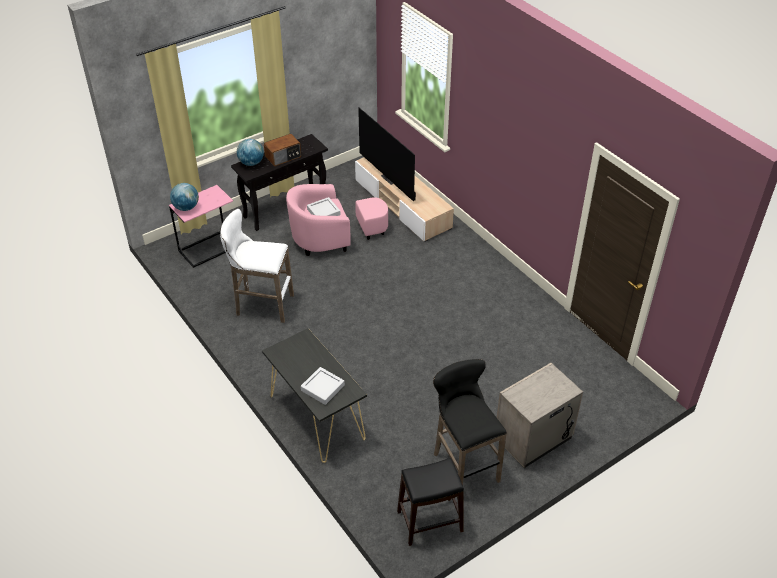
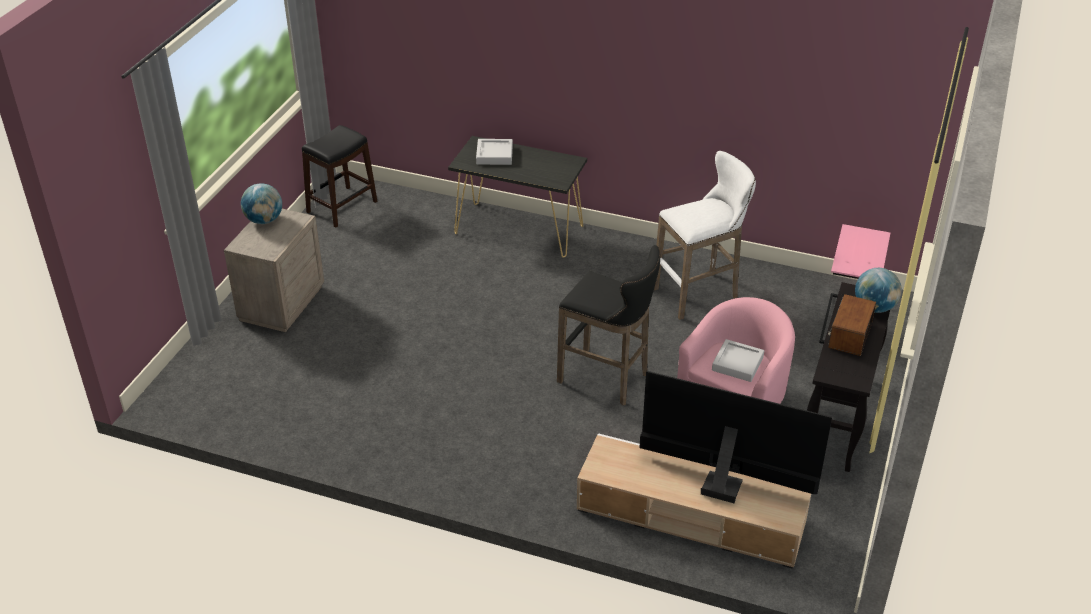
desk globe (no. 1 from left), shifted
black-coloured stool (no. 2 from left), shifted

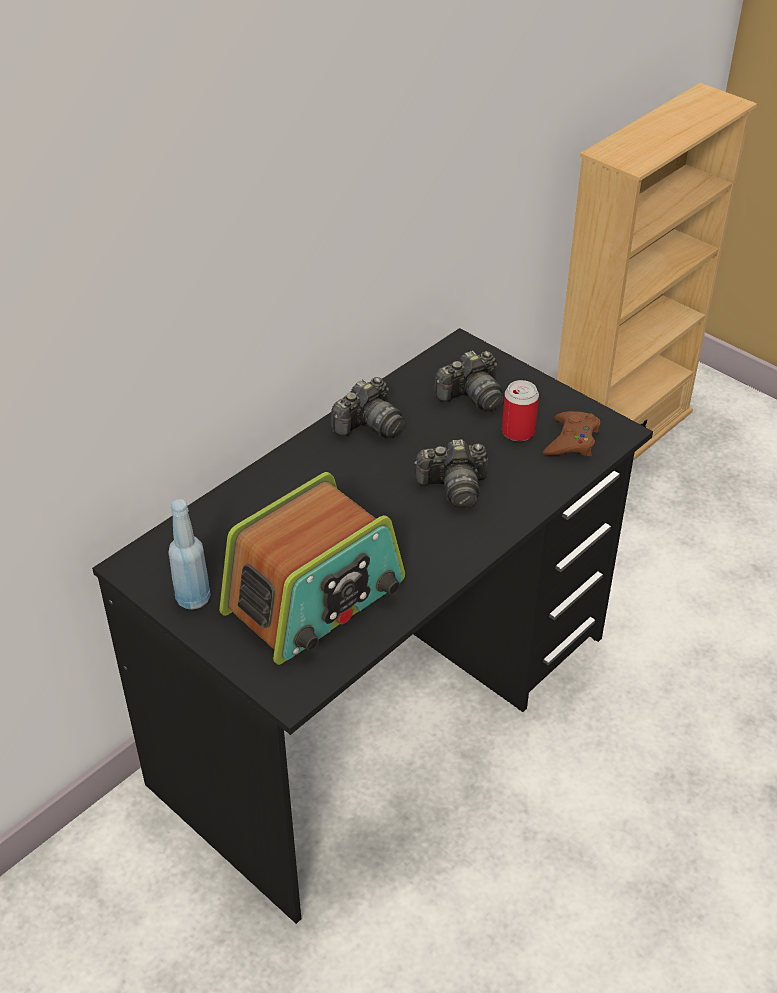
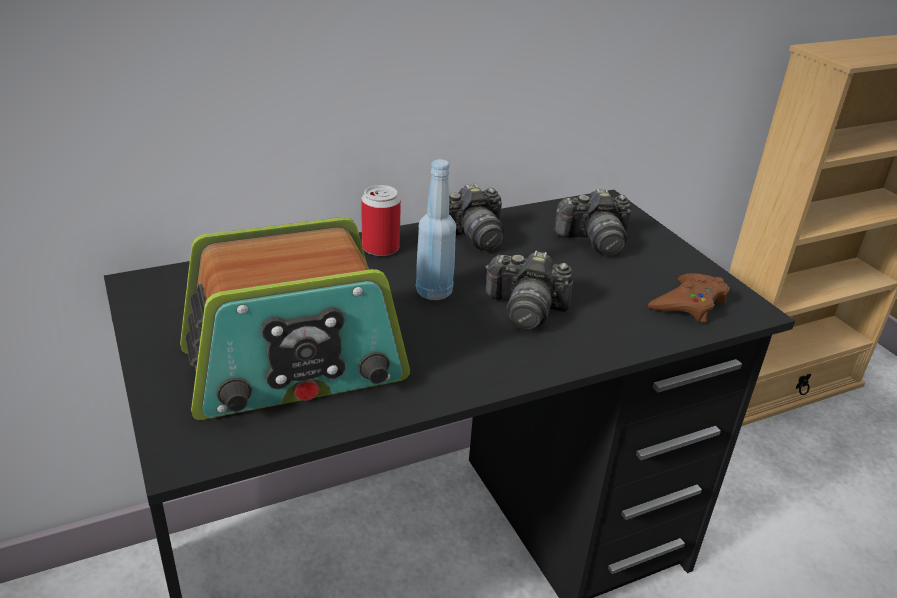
blue-coloured drink bottle, shifted
sealed can, shifted

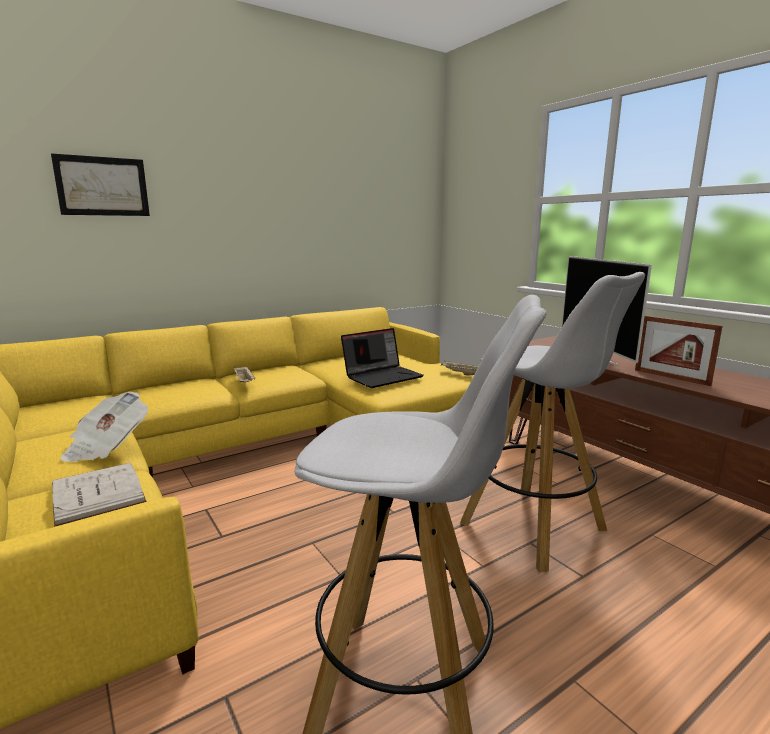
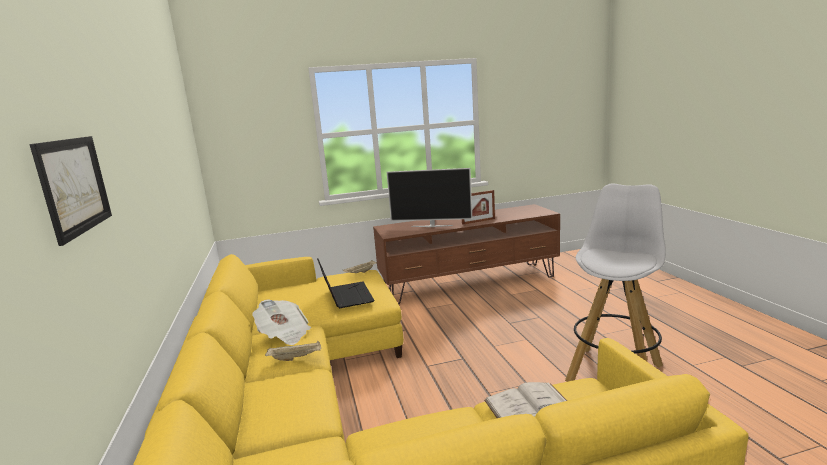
newspaper, shifted
white stool (no. 2 from left) → -

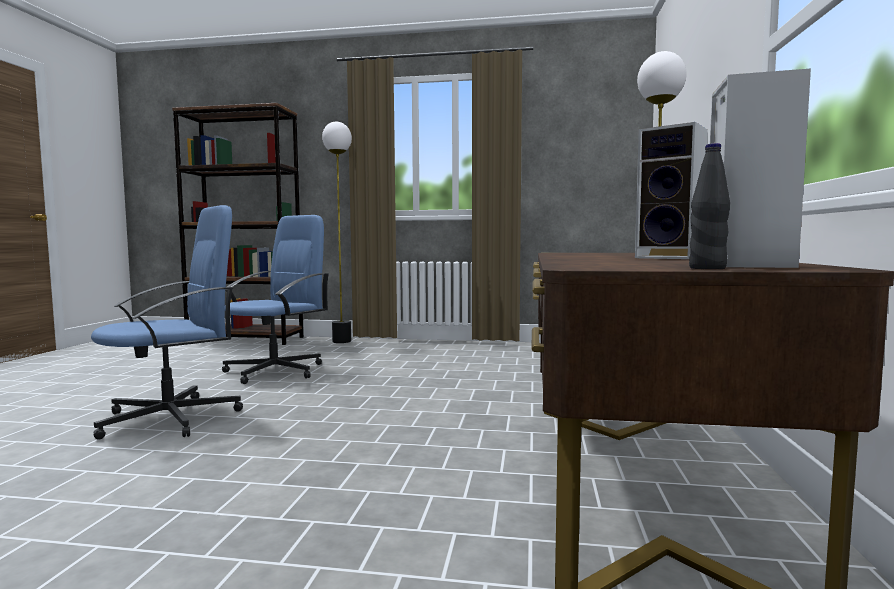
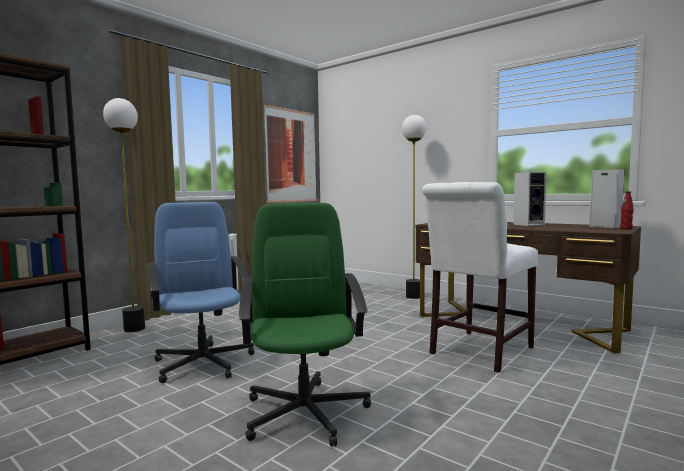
blue-coloured computer chair (no. 1 from left) → green-coloured computer chair
black-coloured drink bottle → red-coloured drink bottle
- → wall picture
- → white chair

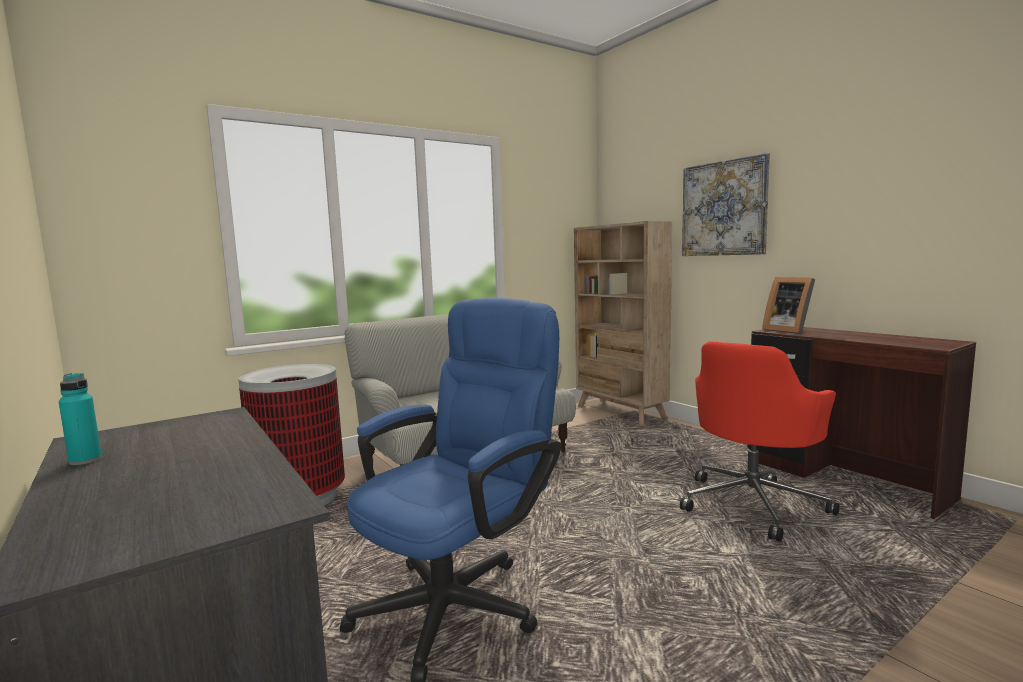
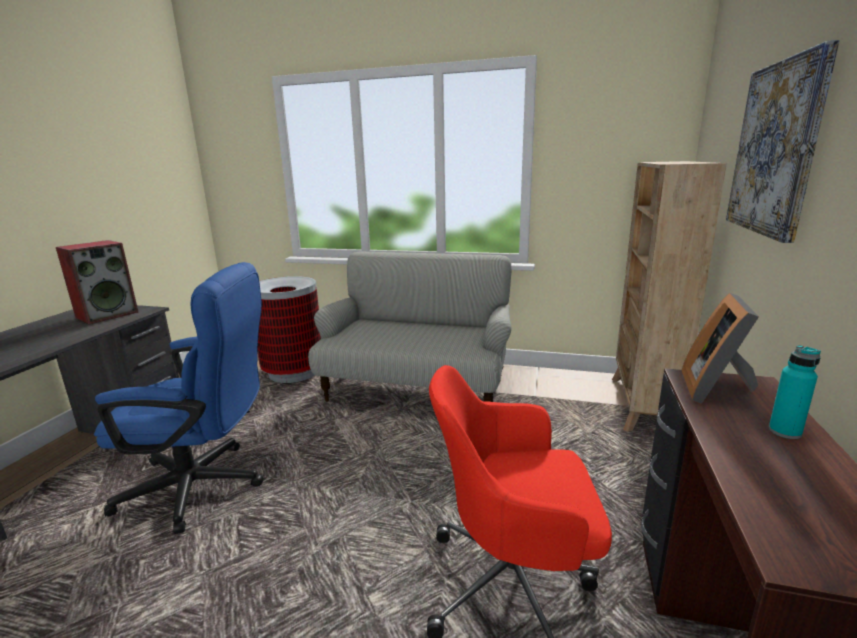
turquoise drink bottle, shifted
- → loudspeaker

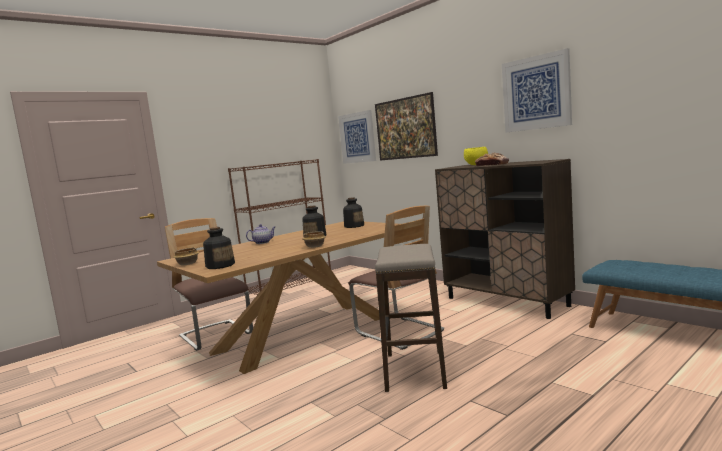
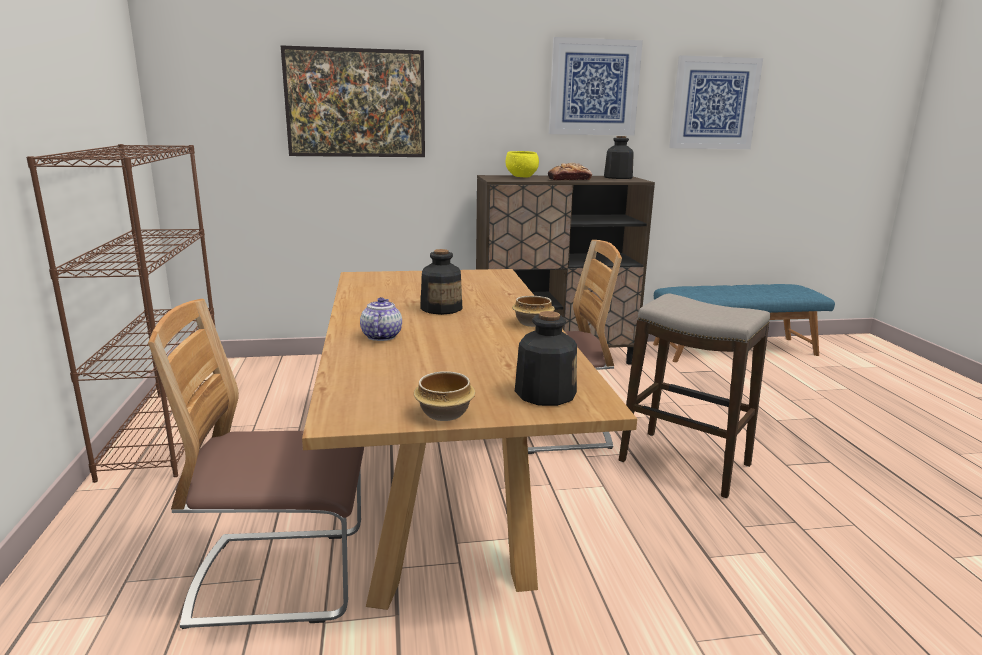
wall picture (no. 1 from left in the first image) → wall picture (no. 3 from left), shifted
drink bottle (no. 3 from left), shifted

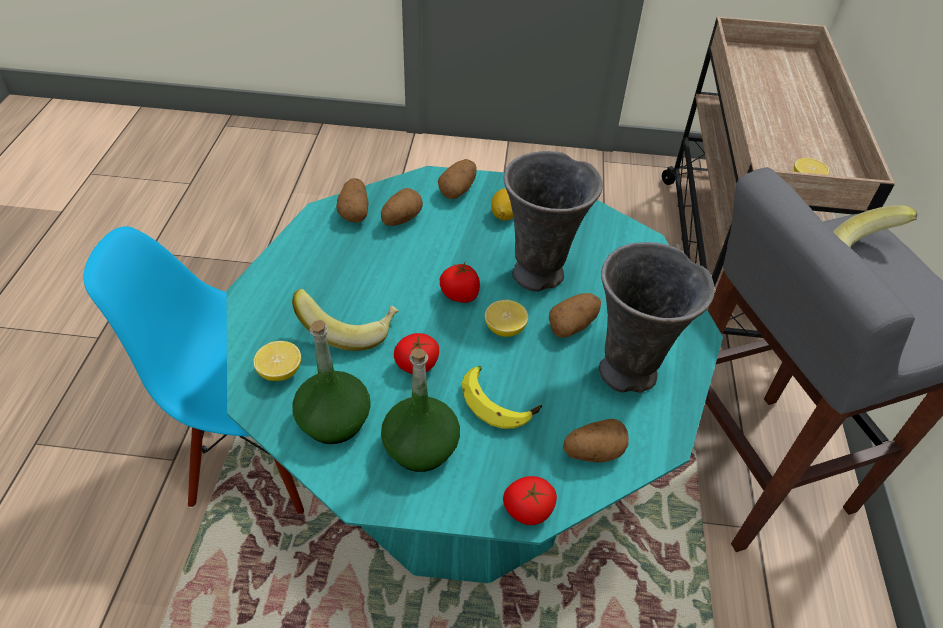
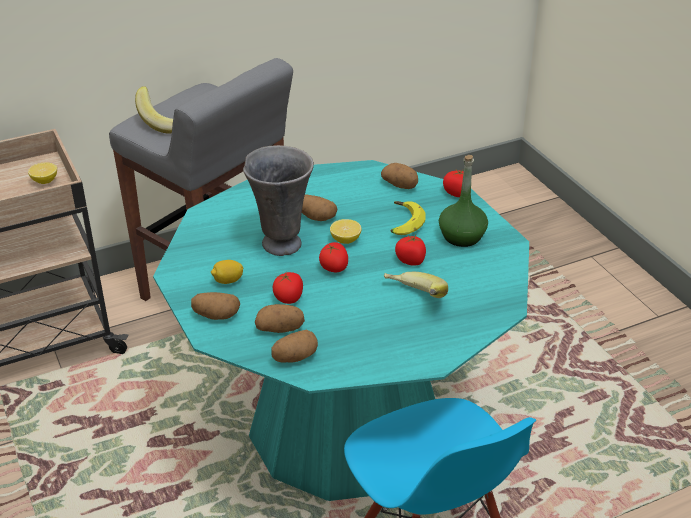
citrus fruit (no. 1 from left) → -
green-coloured drink bottle (no. 1 from left) → -
gray flower vase (no. 2 from left) → -
- → tomato (no. 1 from left)

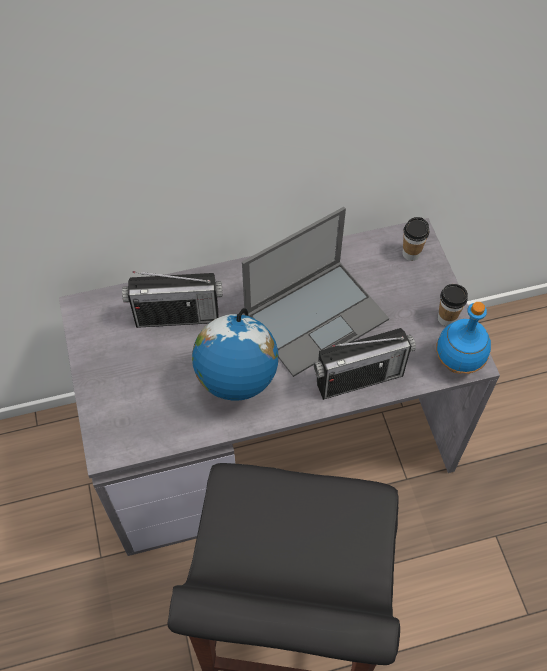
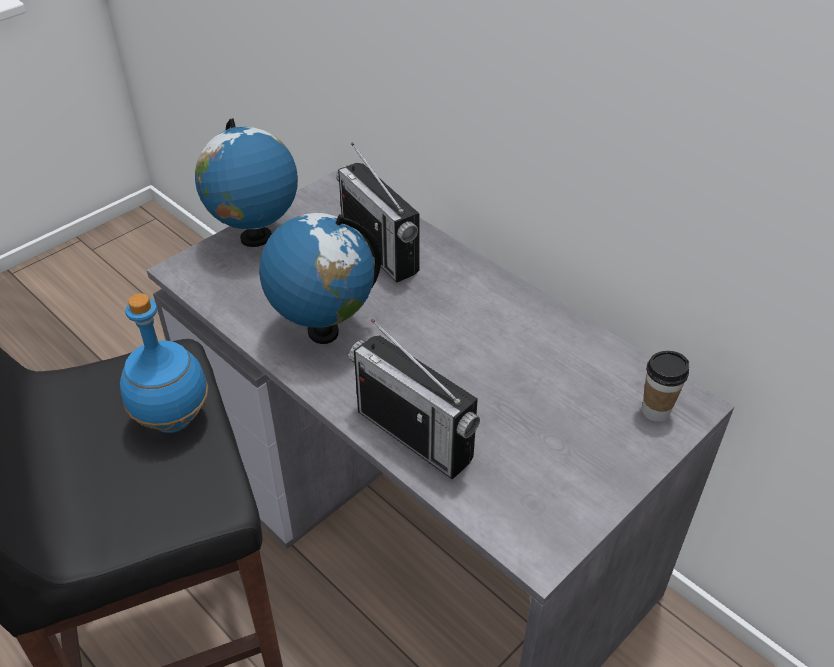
laptop → -
blue-coloured drink bottle, shifted
small cup (no. 2 from left) → -
- → desk globe (no. 1 from left)

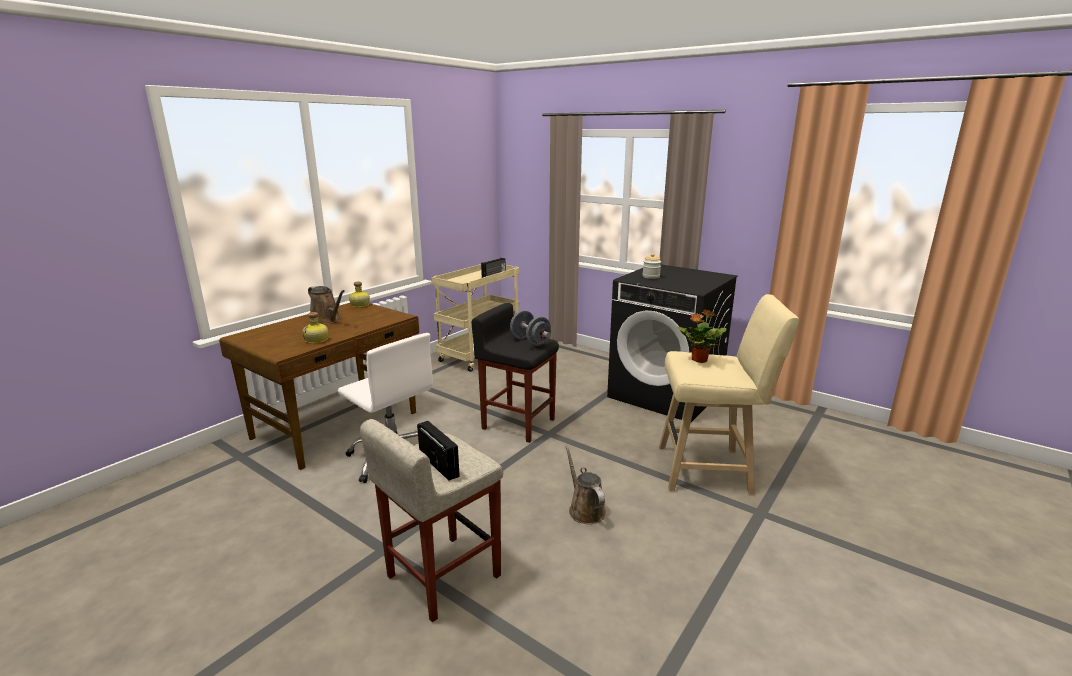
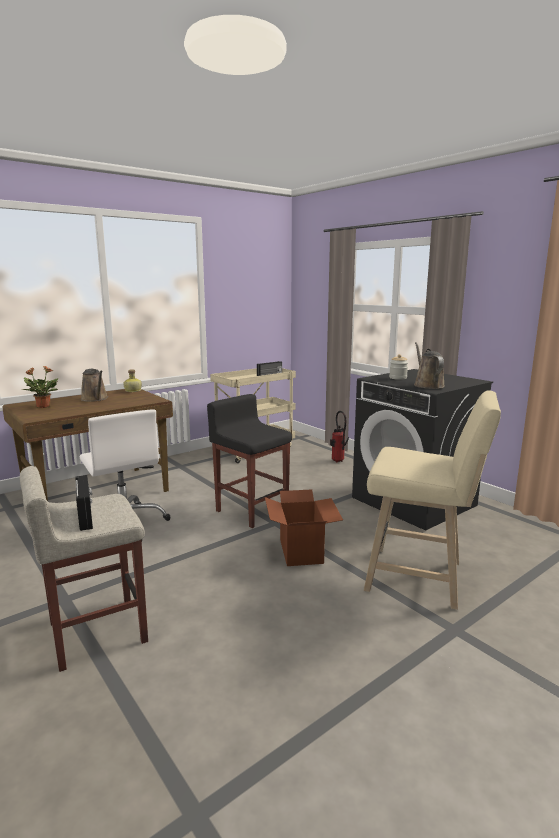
drink bottle (no. 1 from left) → -
gray dumbbell → -
brownish watering can (no. 2 from left), shifted
potted plant, shifted
- → carton
- → fire extinguisher

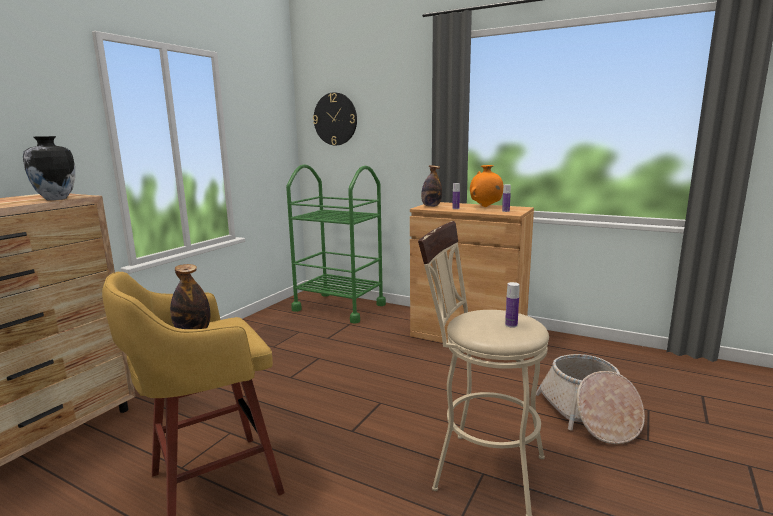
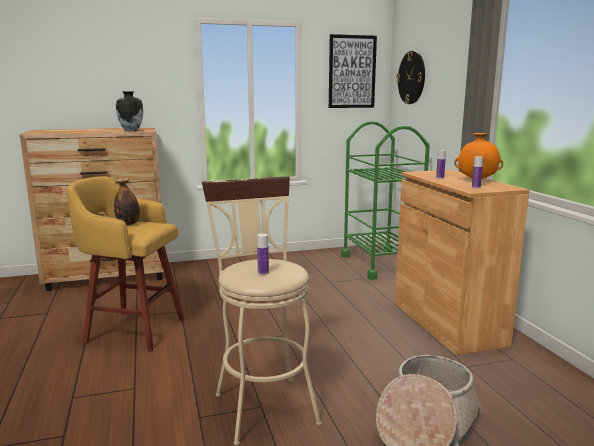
drink bottle (no. 2 from left) → -
- → wall picture

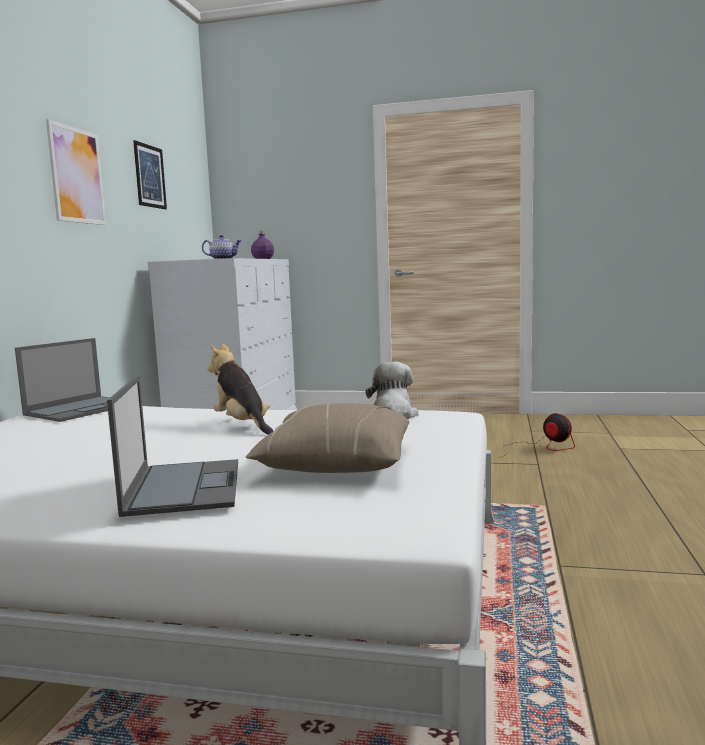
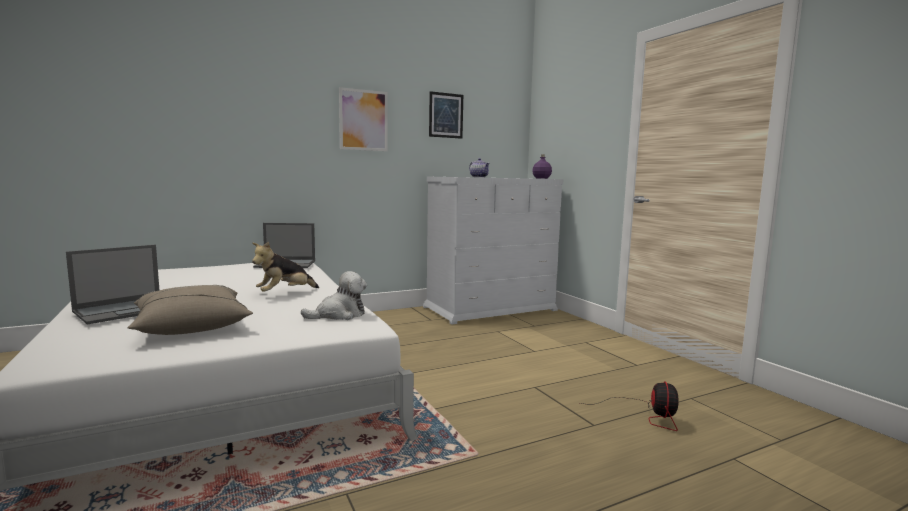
cuddly toy (no. 1 from left), 150 degrees counterclockwise

